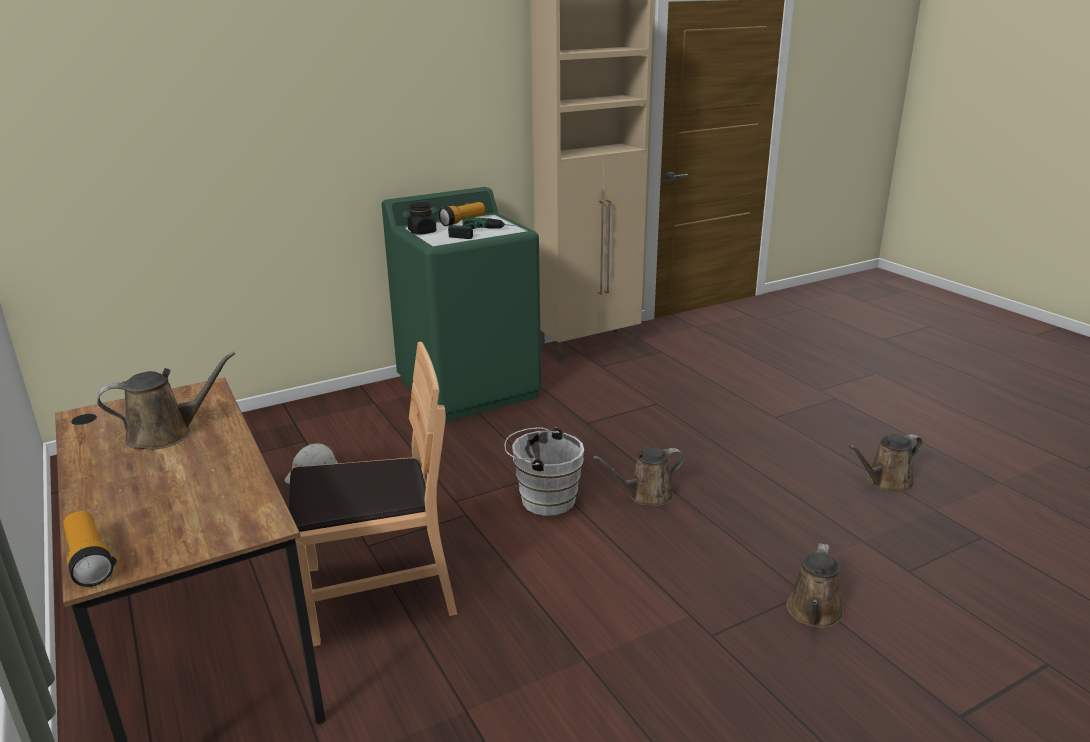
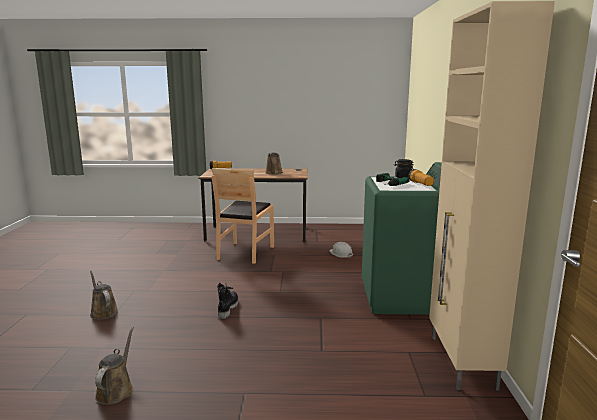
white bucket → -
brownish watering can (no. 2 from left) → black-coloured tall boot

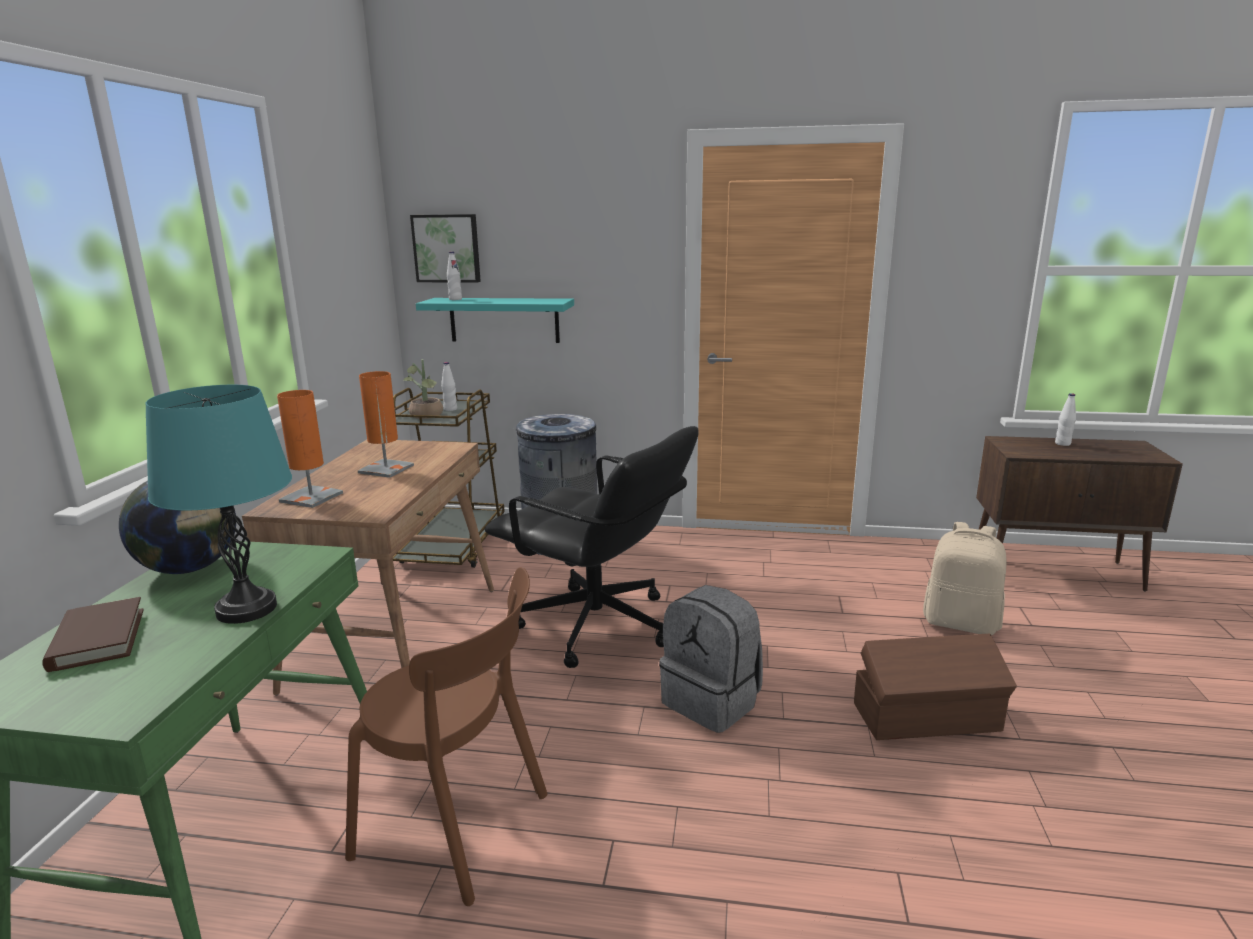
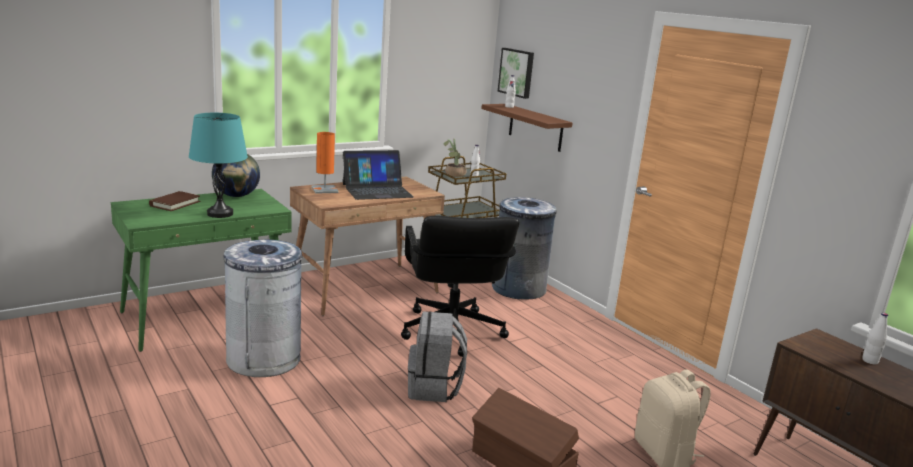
brownish chair → gray rubbish bin (no. 1 from left)
orangey lamp for a table (no. 2 from left) → laptop
turquoise shelf → brownish shelf

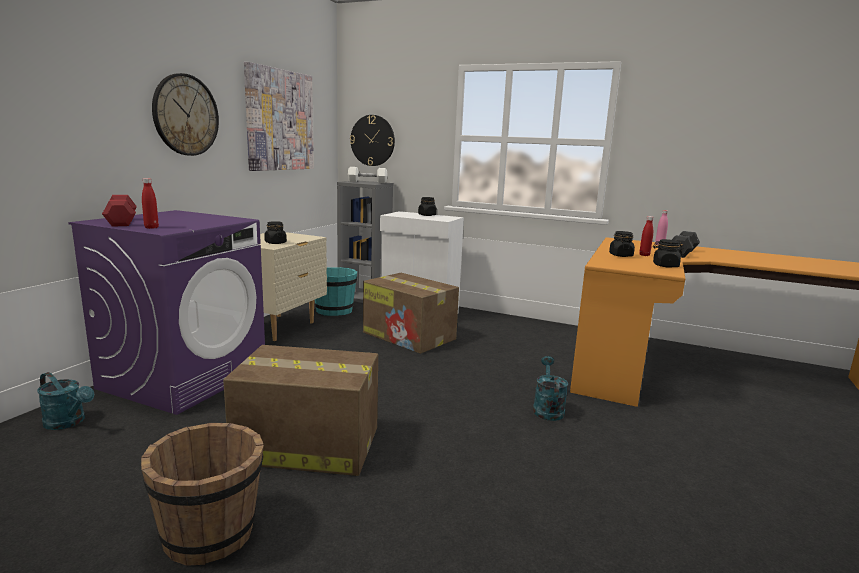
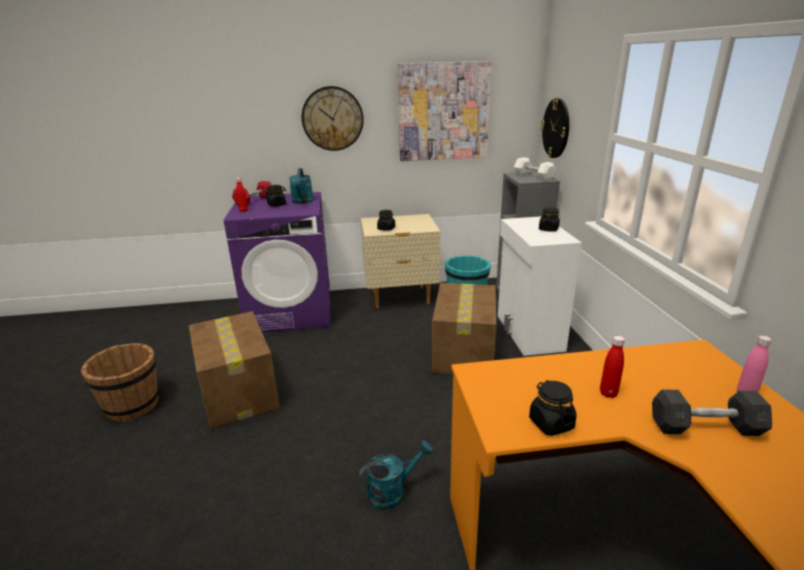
turquoise watering can (no. 1 from left), shifted
black-coloured jar (no. 3 from left in the first image) → black-coloured jar (no. 1 from left), shifted

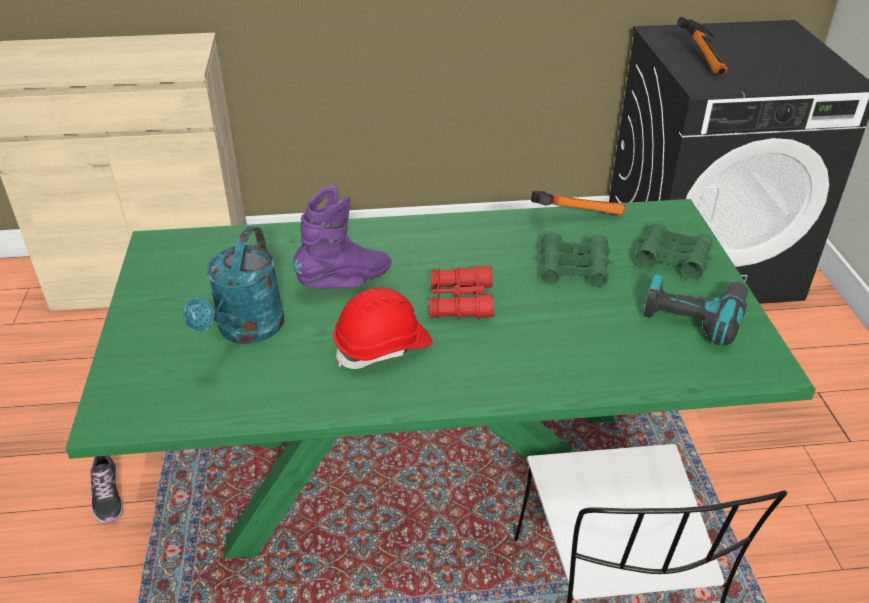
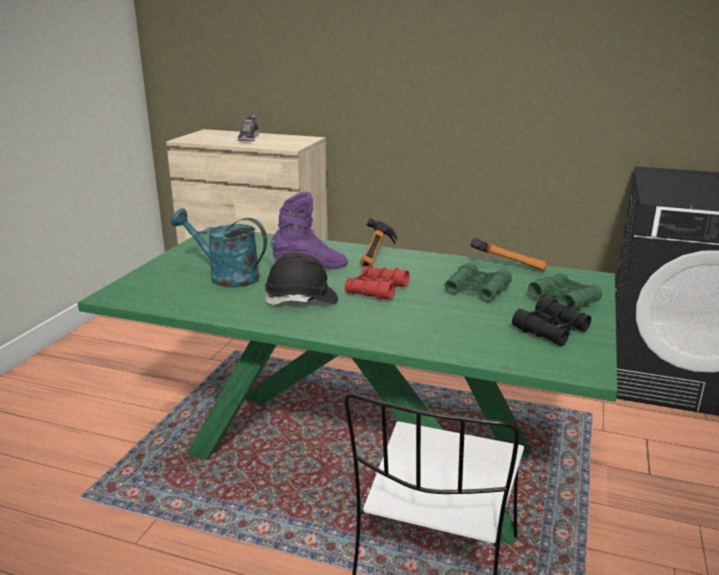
shoe, shifted
turquoise watering can, 75 degrees clockwise
red-coloured hard hat → black-coloured hard hat
electric drill → black-coloured binoculars
hand hammer (no. 2 from left in the first image) → hand hammer (no. 1 from left), shifted

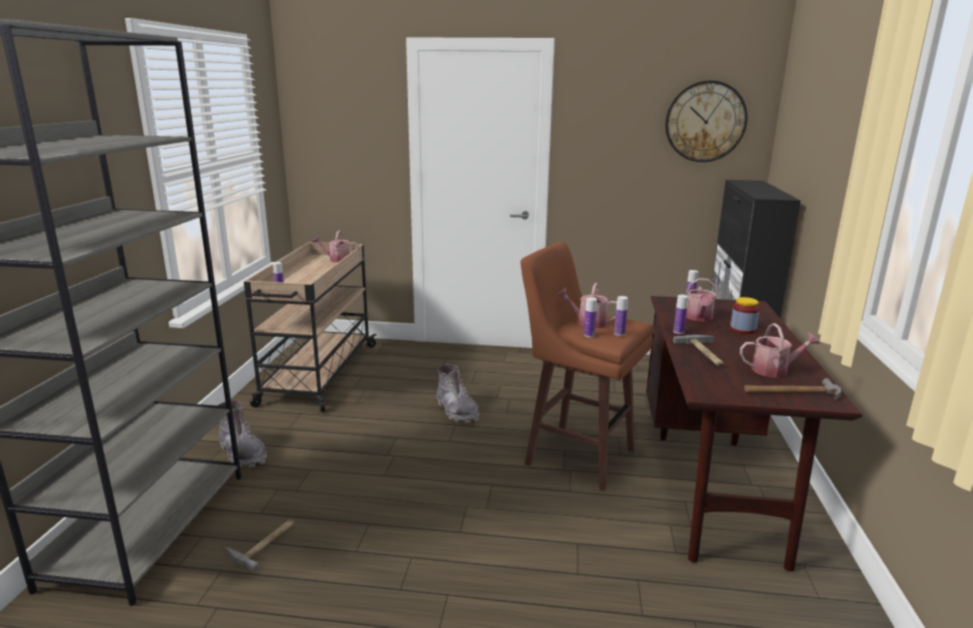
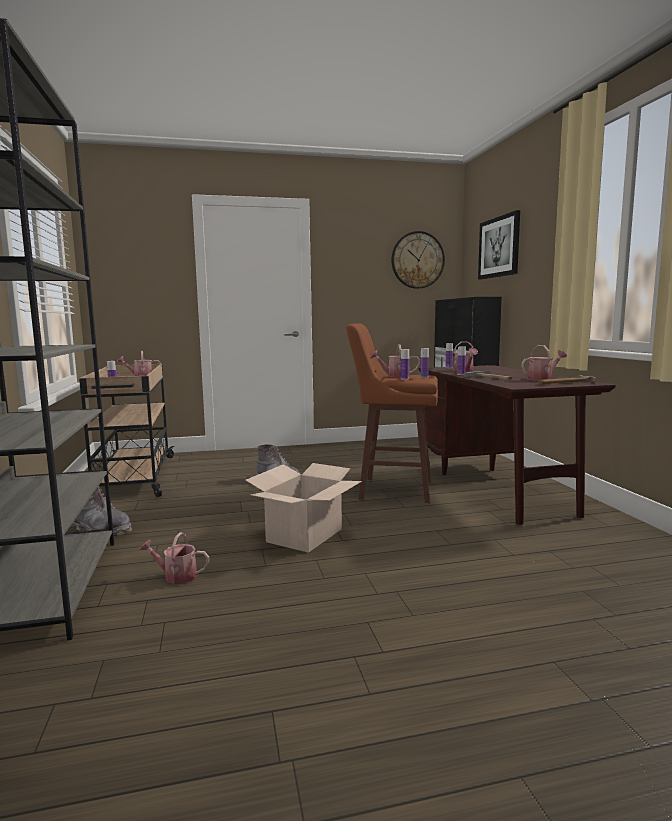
hand hammer (no. 1 from left) → watering can (no. 2 from left)
jar → -
- → carton
- → wall picture

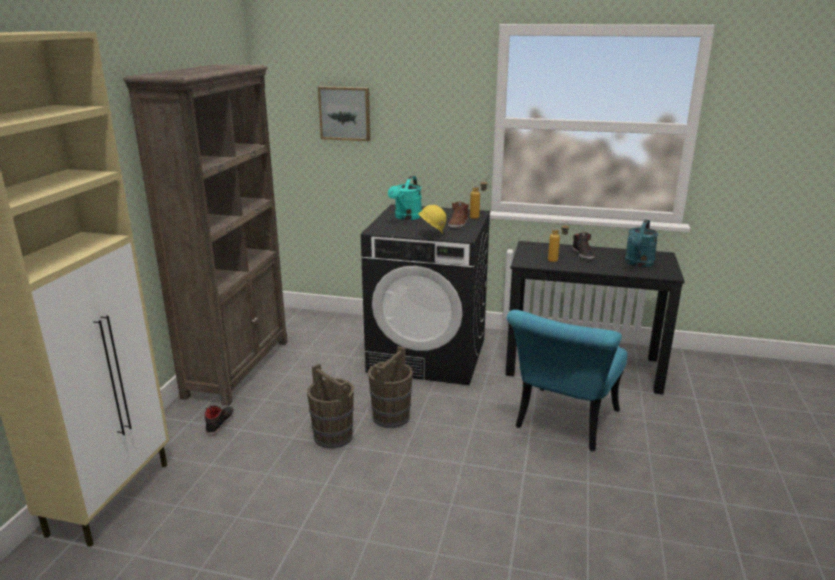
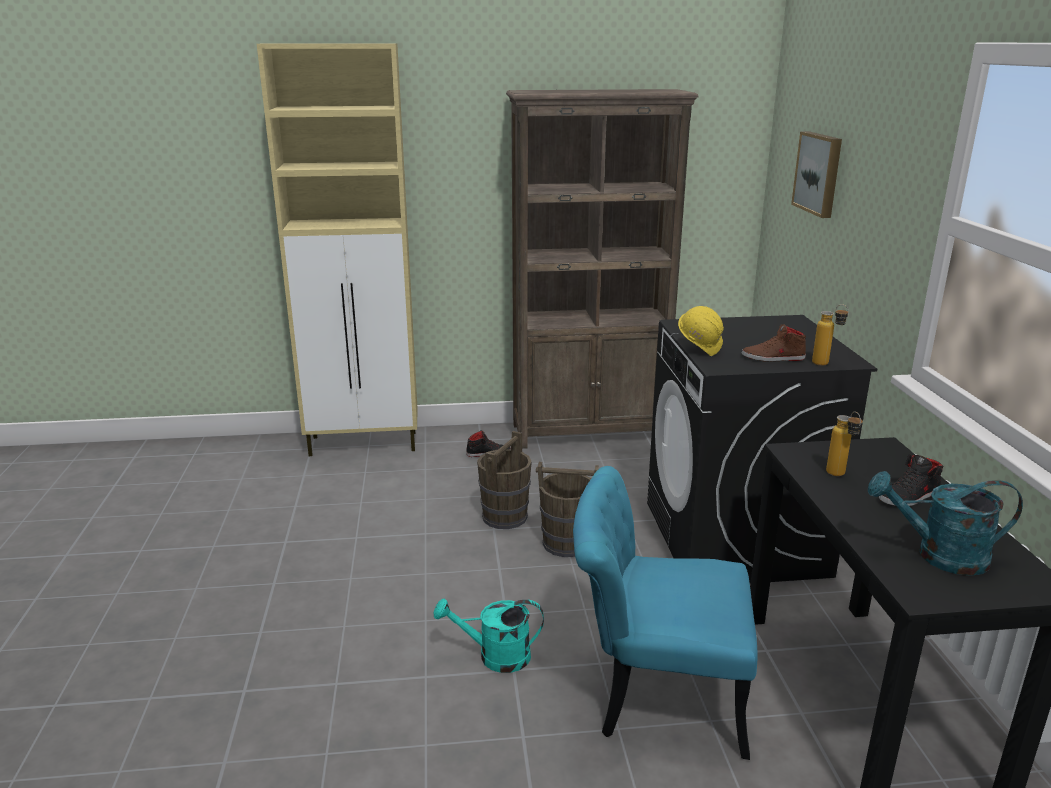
turquoise watering can (no. 1 from left), shifted

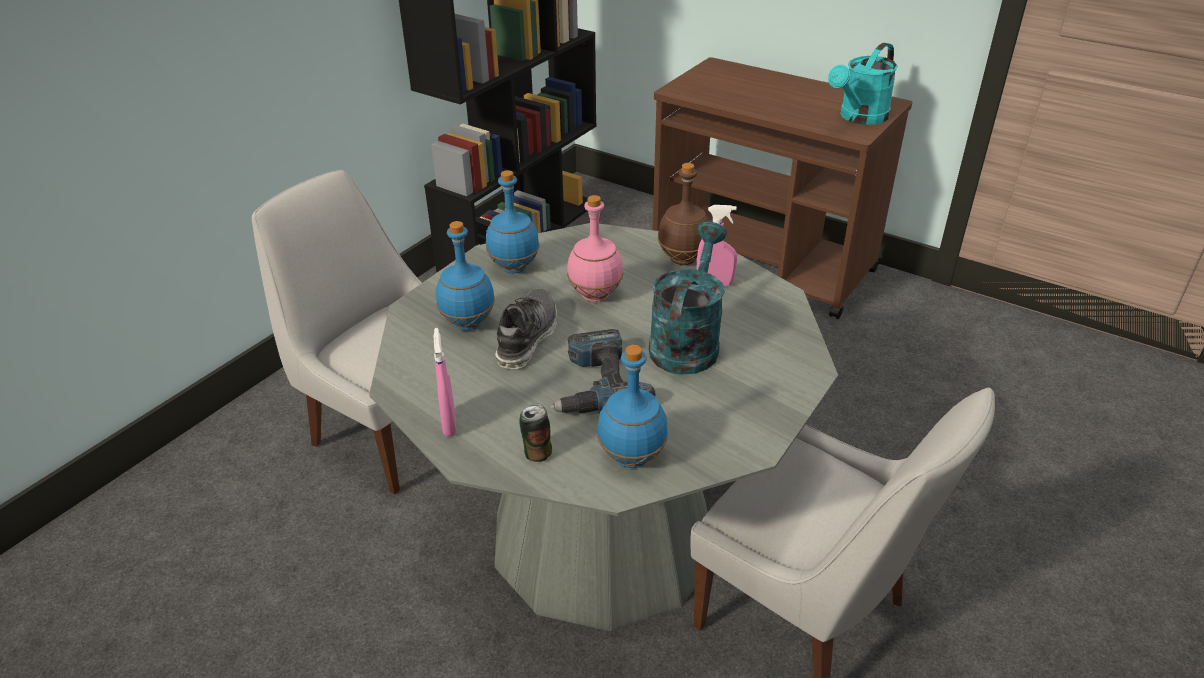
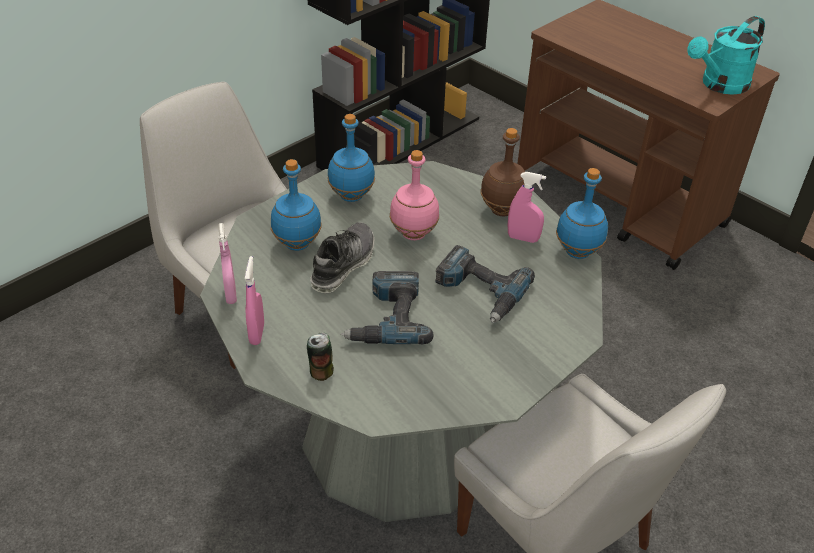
blue-coloured drink bottle (no. 3 from left), shifted
turquoise watering can (no. 1 from left) → electric drill (no. 2 from left)
- → pink sprayer (no. 1 from left)

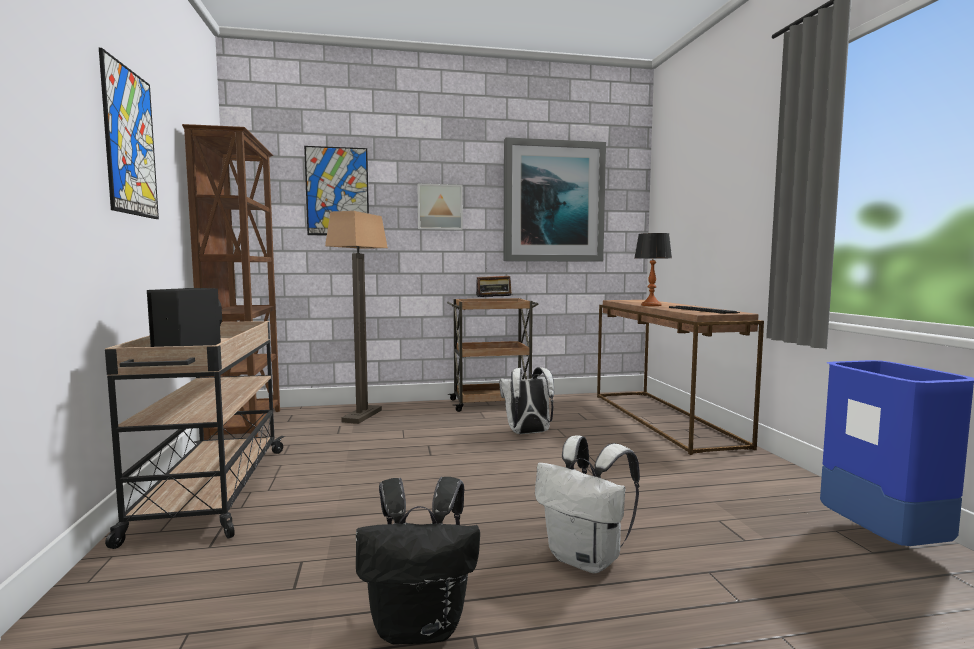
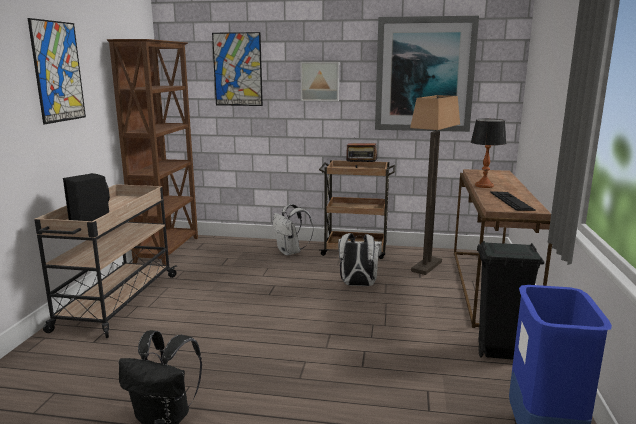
standing lamp, shifted
white knapsack (no. 2 from left in the first image) → white knapsack (no. 1 from left), shifted
- → black-coloured rubbish bin

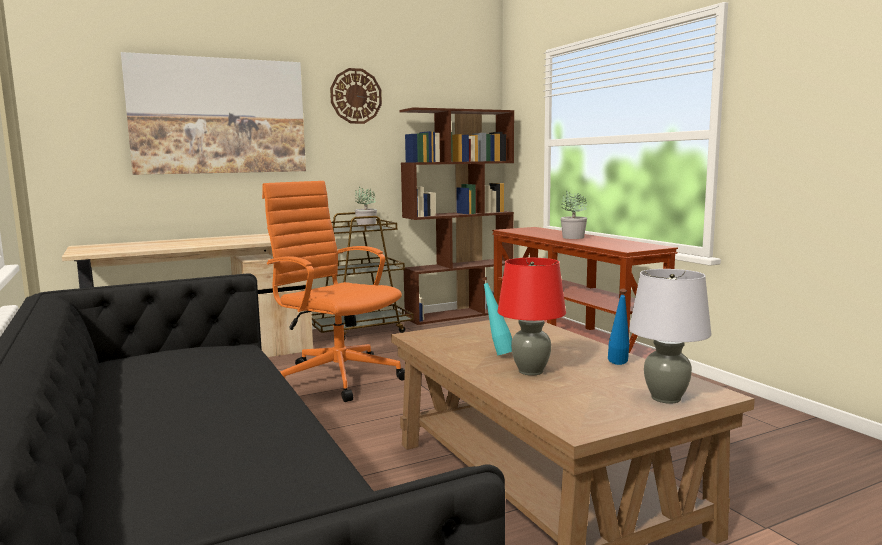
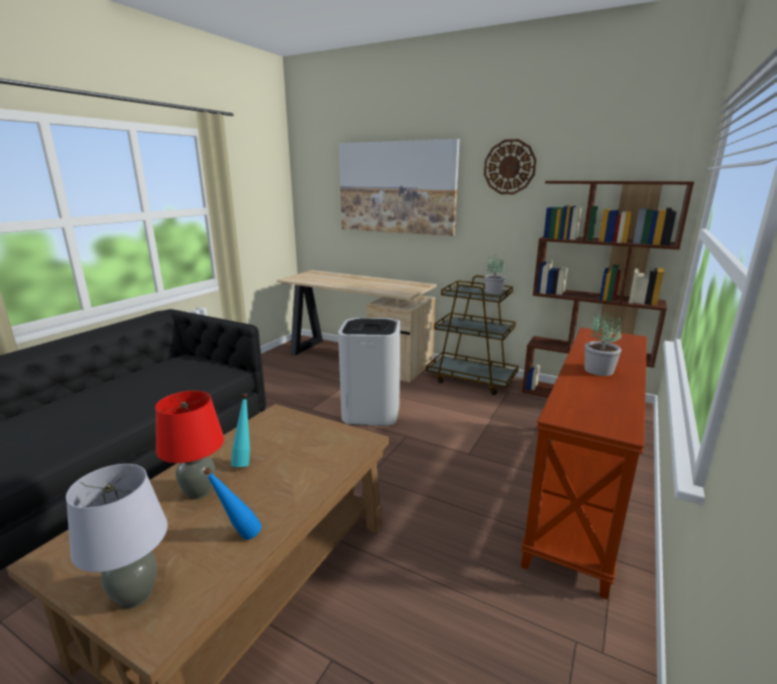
orangey computer chair → white rubbish bin

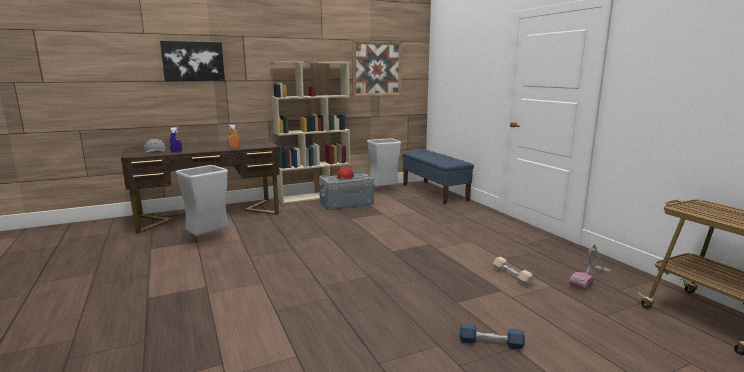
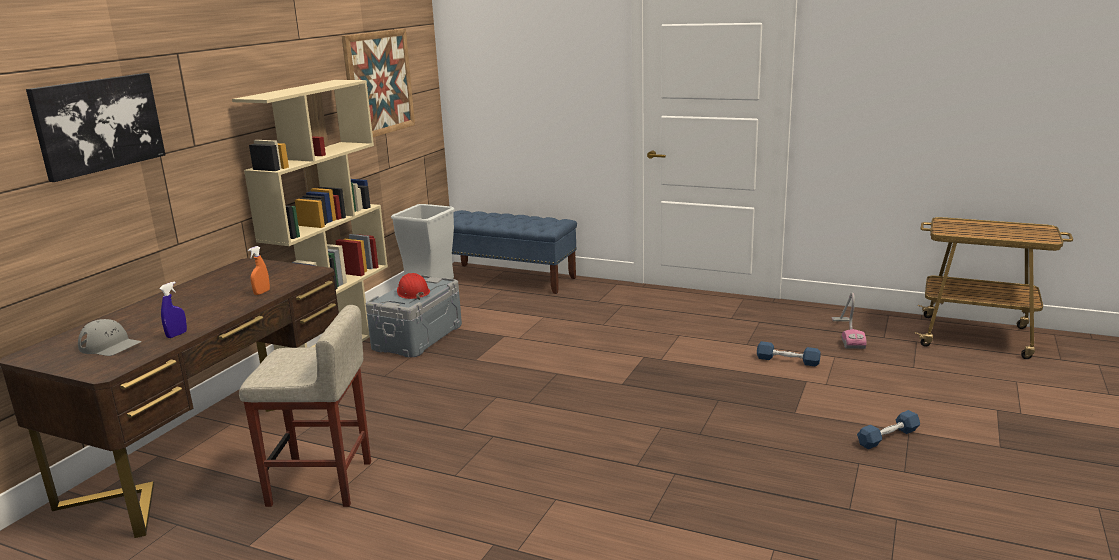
gray rubbish bin (no. 1 from left) → beige-coloured stool
beige-coloured dumbbell → blue-coloured dumbbell (no. 1 from left)

